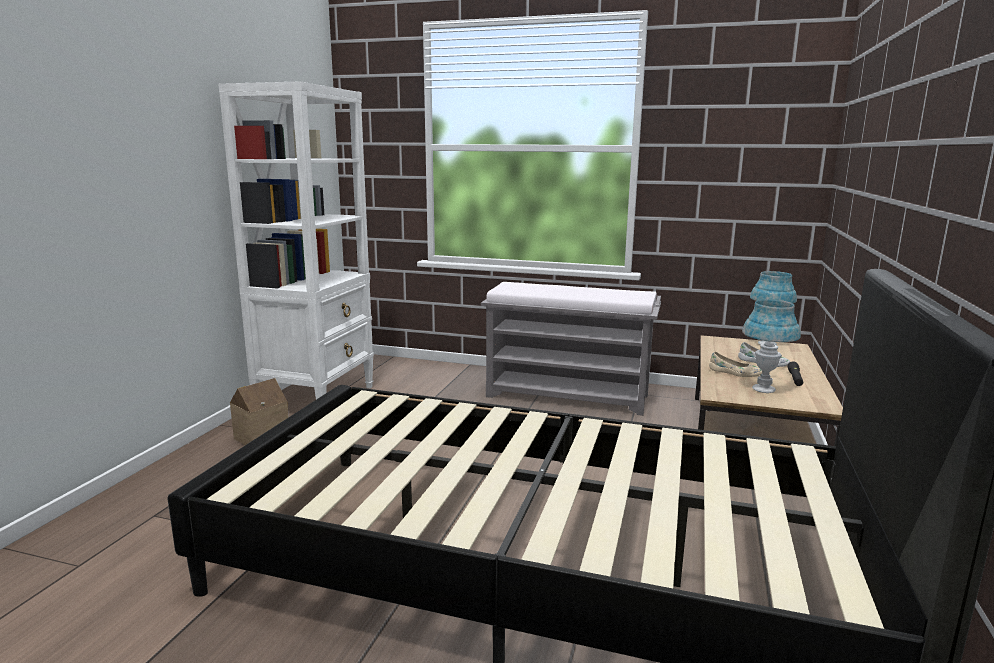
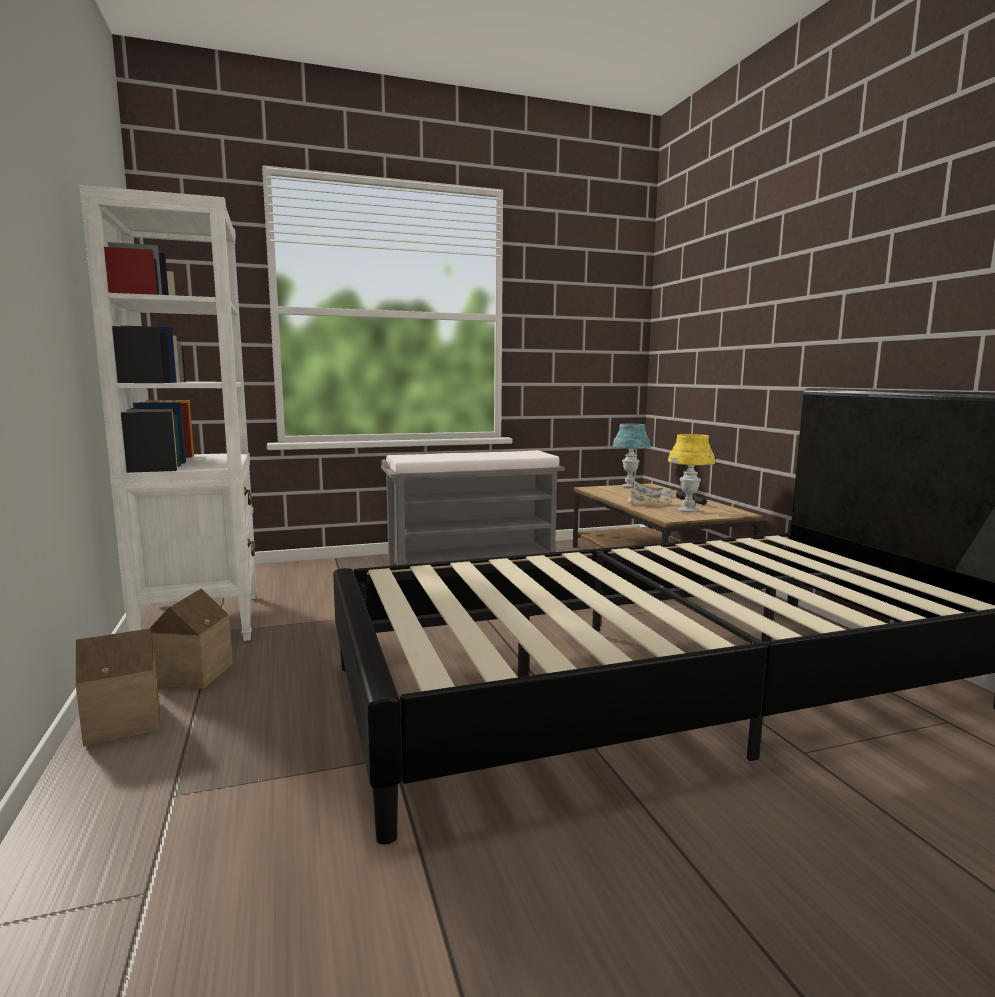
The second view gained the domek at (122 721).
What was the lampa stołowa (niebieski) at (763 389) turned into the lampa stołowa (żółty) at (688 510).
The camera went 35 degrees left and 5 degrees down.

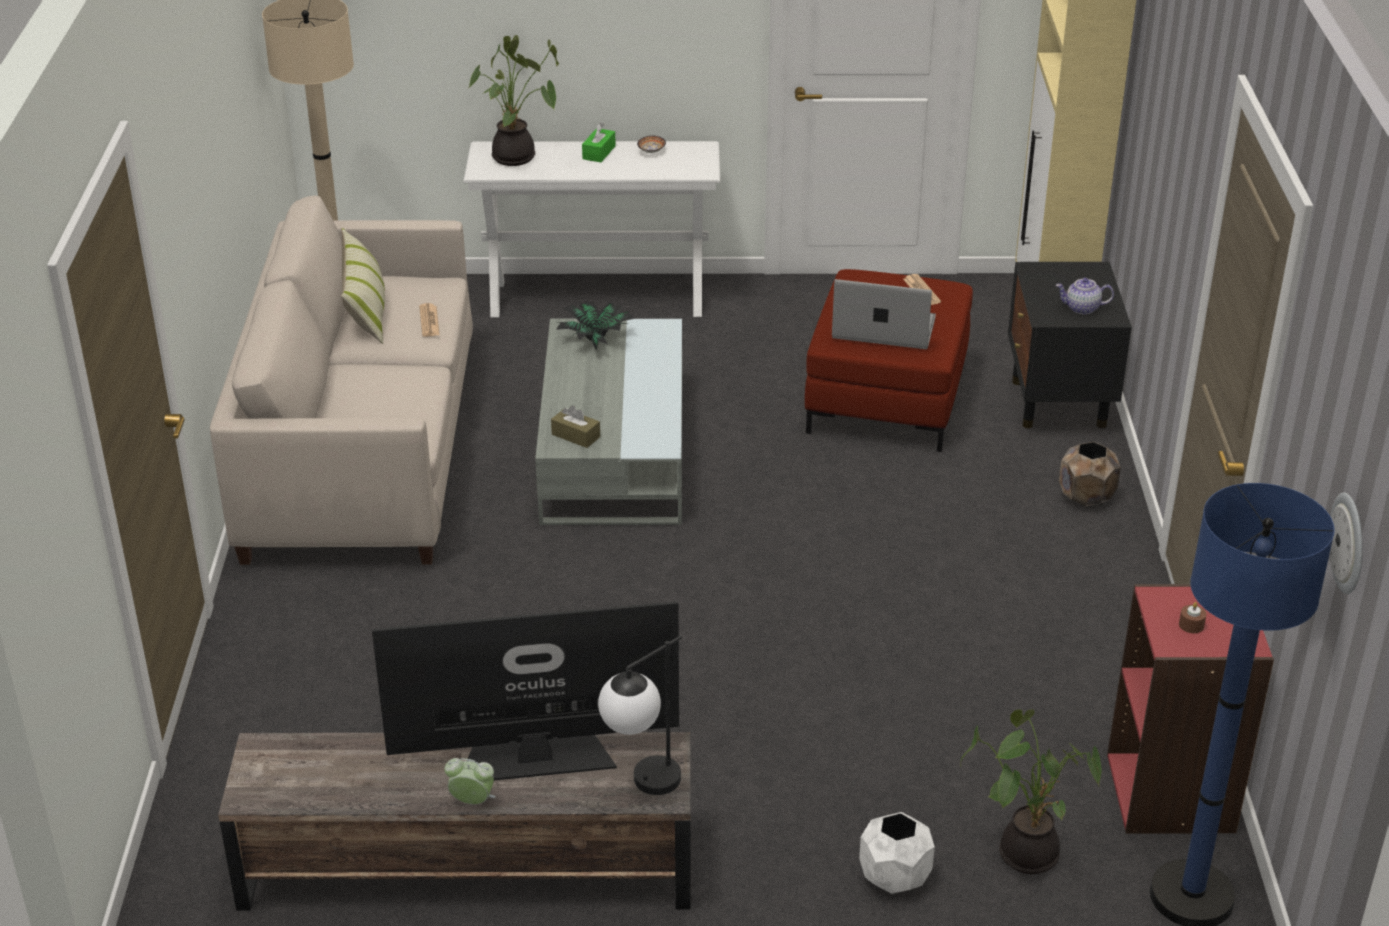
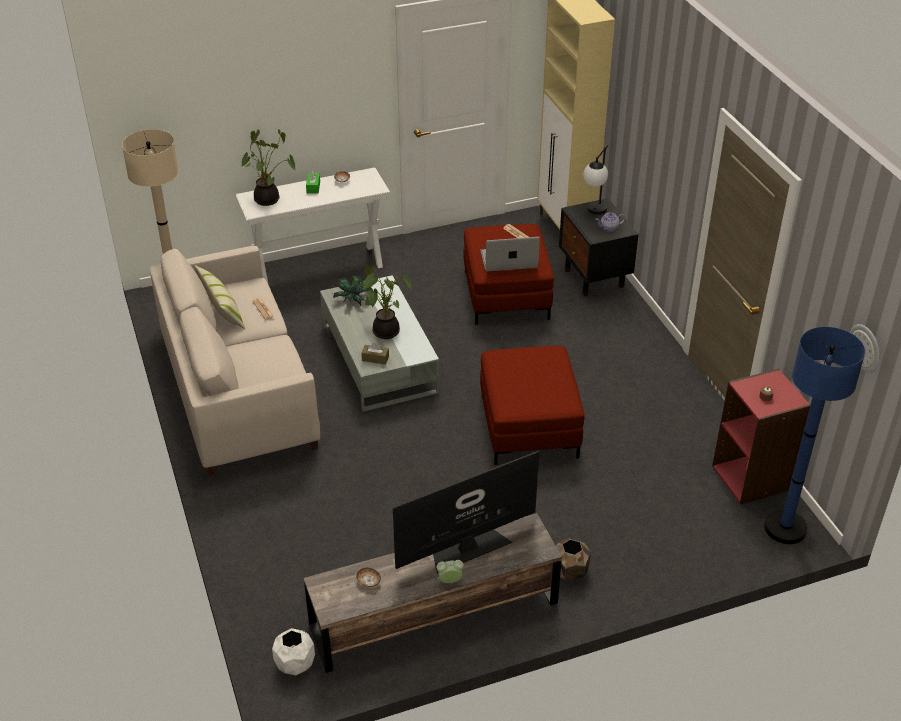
The donica (biały) ended up elsewhere, having gone from (893 878) to (294 664).
The roślina doniczkowa ended up elsewhere, having gone from (1025 851) to (384 330).
The second view gained the miska at (368 581).
The second view gained the pufa (czerwony) at (529 426).
The donica (brązowy) ended up elsewhere, having gone from (1086 497) to (570 572).
The lampa stołowa ended up elsewhere, having gone from (642 788) to (594 213).
The camera went 20 degrees left and 5 degrees up.

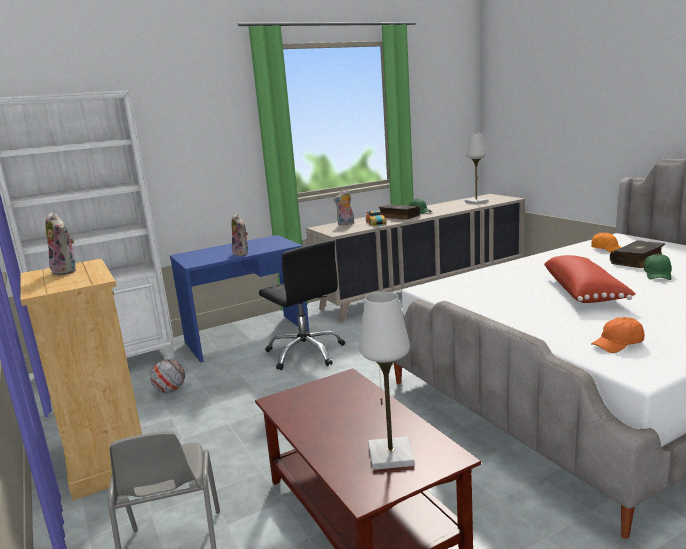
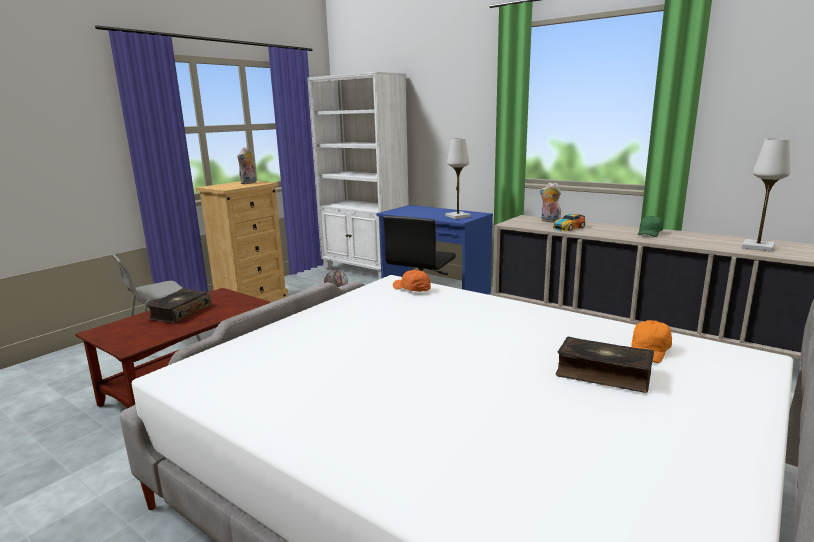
The książka ended up elsewhere, having gone from (398 217) to (180 312).
The czapka z daszkiem (pomarańczowy) ended up elsewhere, having gone from (618 344) to (411 289).
The lampa stołowa (biały) ended up elsewhere, having gone from (390 455) to (457 216).
The second view lost the pluszak at (242 253).
The second view lost the poduszka (czerwony) at (584 292).
The second view lost the czapka z daszkiem (zielony) at (658 275).
The camera went 65 degrees right and 0 degrees up.

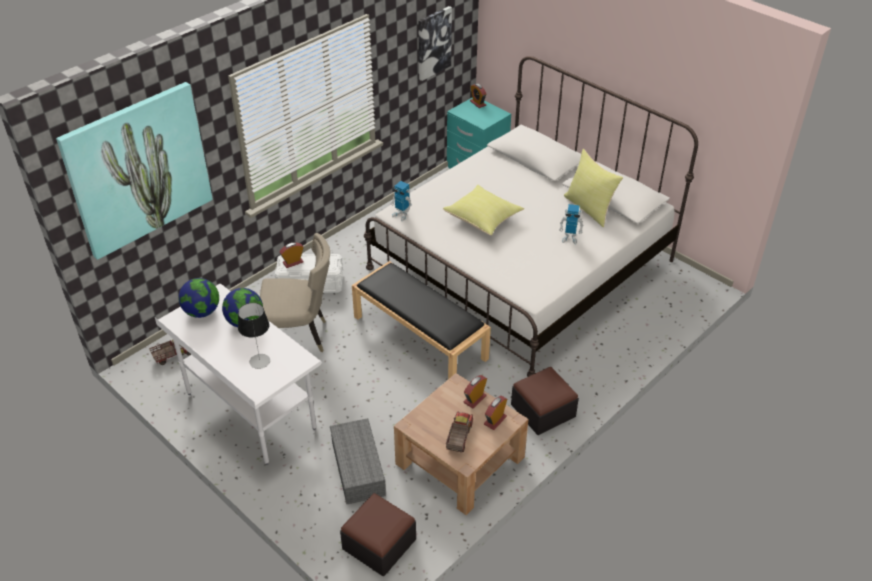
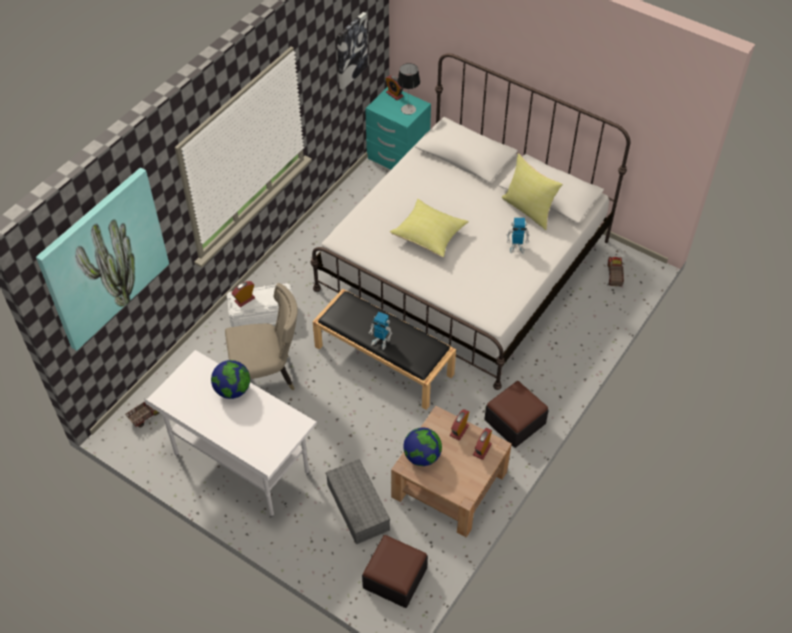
The robot zabawkowy ended up elsewhere, having gone from (401 215) to (380 341).
The lampa stołowa ended up elsewhere, having gone from (260 361) to (408 109).
The globus ended up elsewhere, having gone from (202 312) to (422 456).
The ciężarówka zabawkowa ended up elsewhere, having gone from (458 437) to (614 276).
The camera went 10 degrees left and 10 degrees up.

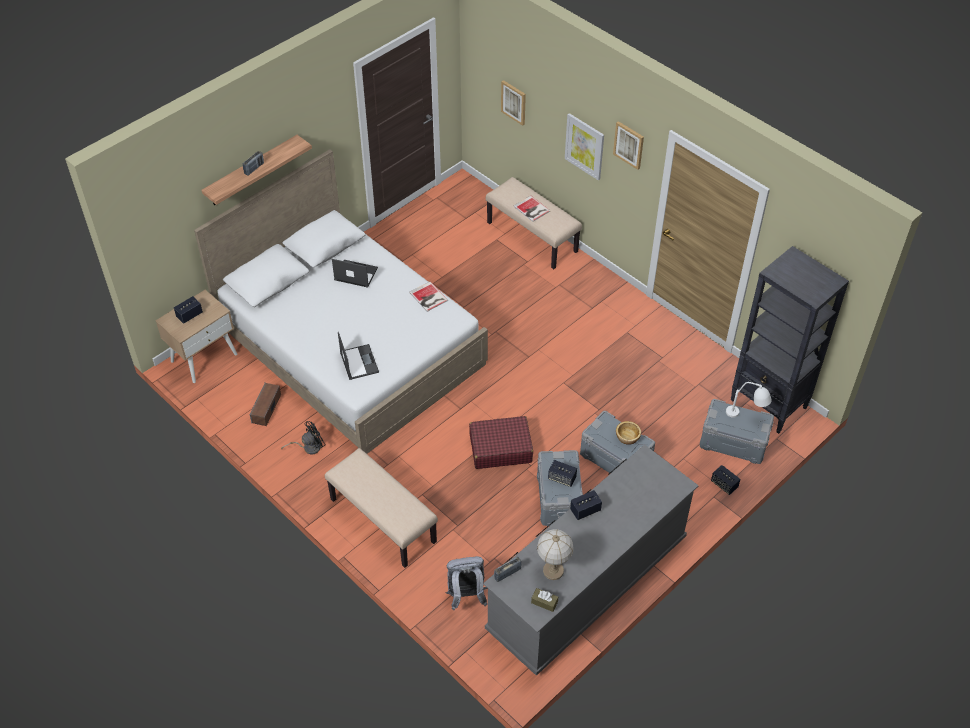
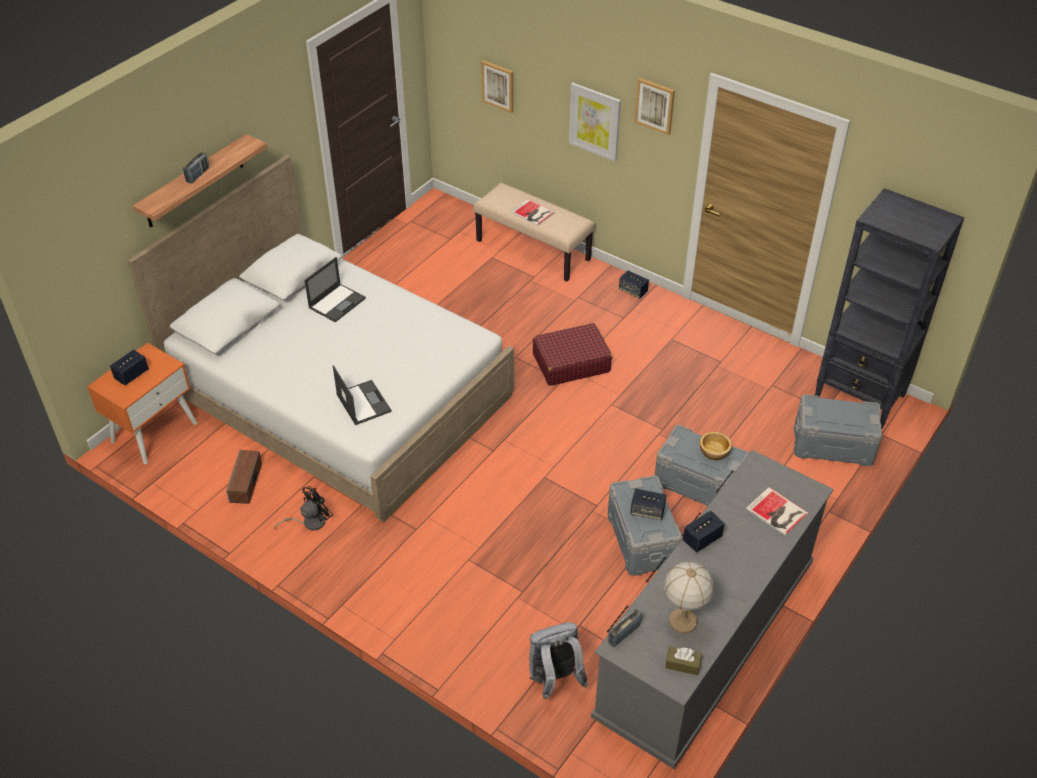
What was the szafka nocna (beżowy) at (204 357) turned into the szafka nocna (pomarańczowy) at (154 432).
The laptop at (355 274) ended up facing another way, 120 degrees clockwise from before.
The walizka (czerwony) ended up elsewhere, having gone from (500 448) to (571 363).
The głośnik ended up elsewhere, having gone from (724 484) to (633 291).
The książka ended up elsewhere, having gone from (428 297) to (777 512).
The second view lost the ławka (beżowy) at (382 521).
The second view lost the lampa stołowa (biały) at (746 417).
The camera went 10 degrees left and 5 degrees down.

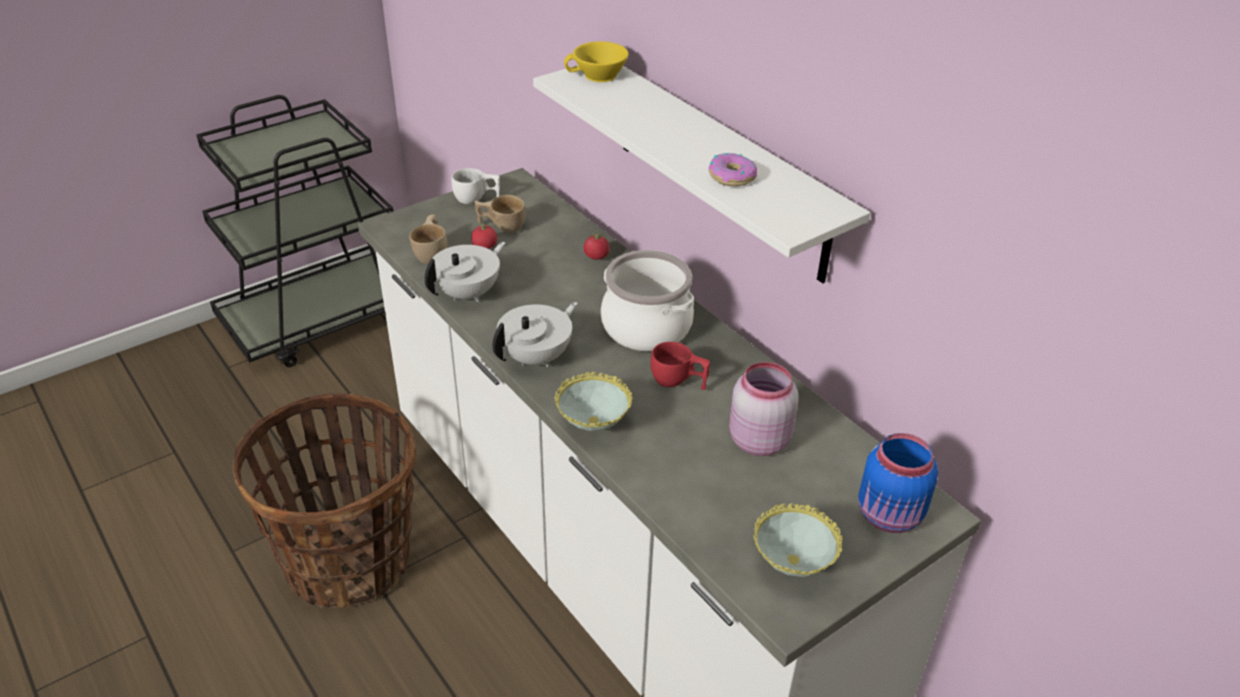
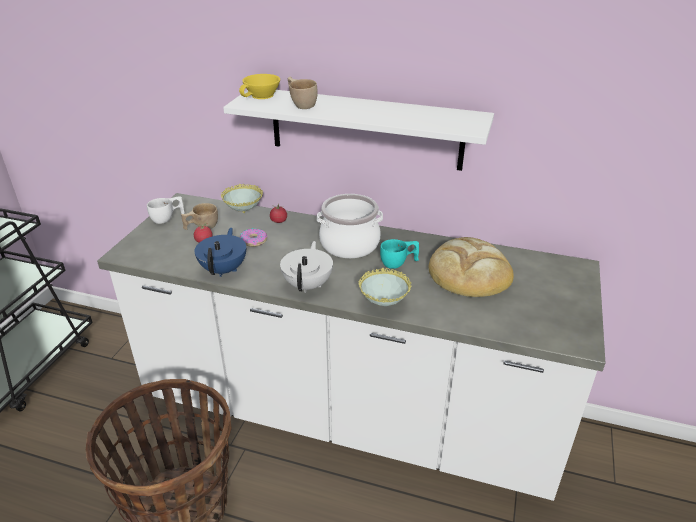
What was the imbryk (biały) at (468 293) turned into the imbryk (niebieski) at (224 269).
The miska ended up elsewhere, having gone from (792 567) to (244 213).
The donut ended up elsewhere, having gone from (732 176) to (253 241).
The filiżanka (beżowy) ended up elsewhere, having gone from (432 253) to (301 104).
What was the filiżanka (czerwony) at (678 382) turned into the filiżanka (turkusowy) at (399 263).
Where the słoik (różowy) stood at (757 440), the chleb came to stand at (469 272).
The second view lost the słoik (niebieski) at (890 516).
The camera went 35 degrees left and 5 degrees down.

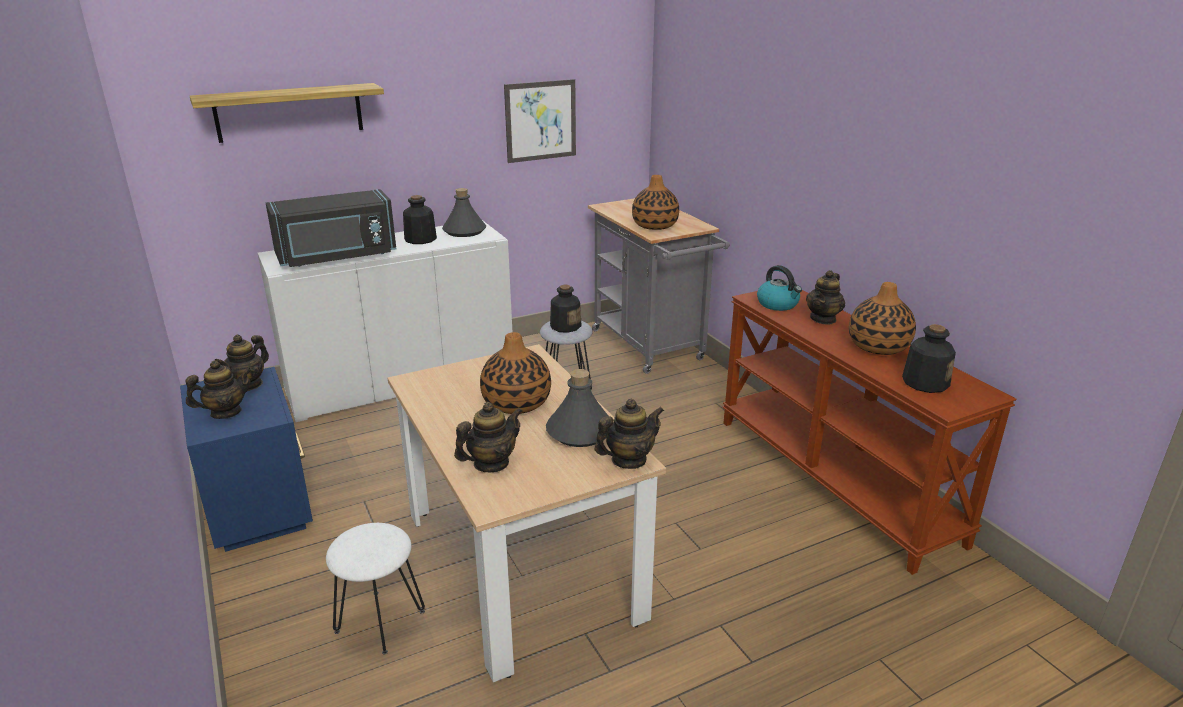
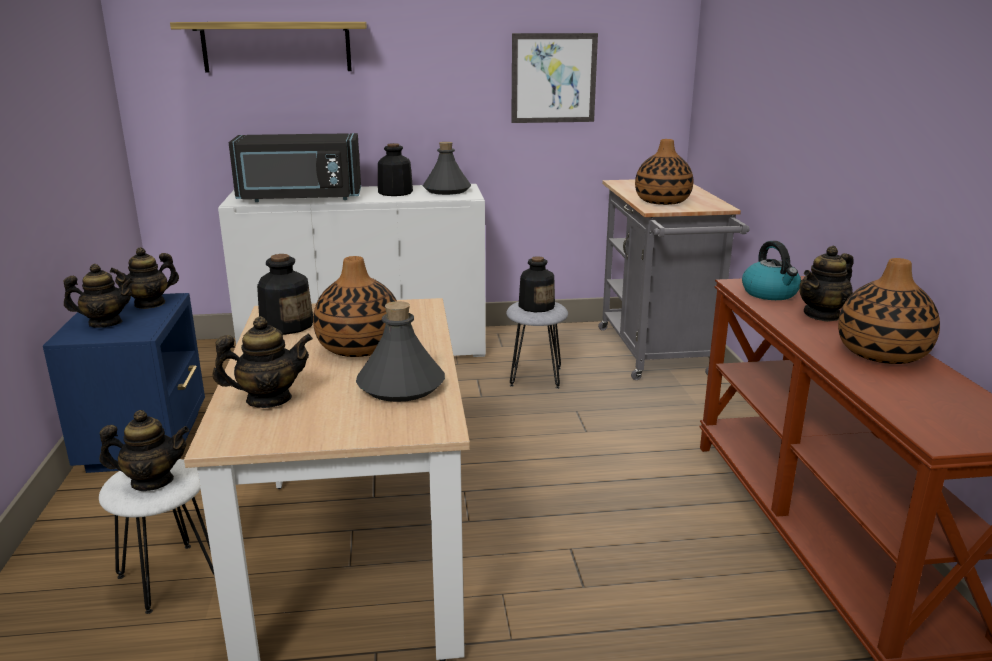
The imbryk ended up elsewhere, having gone from (628 460) to (152 481).
The butelka ended up elsewhere, having gone from (924 382) to (287 325).
The camera went 20 degrees right and 5 degrees down.

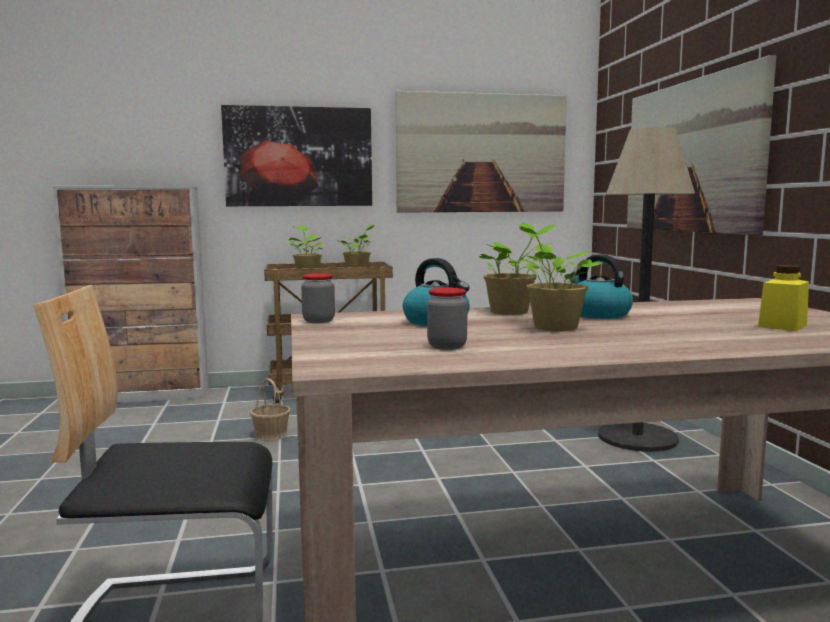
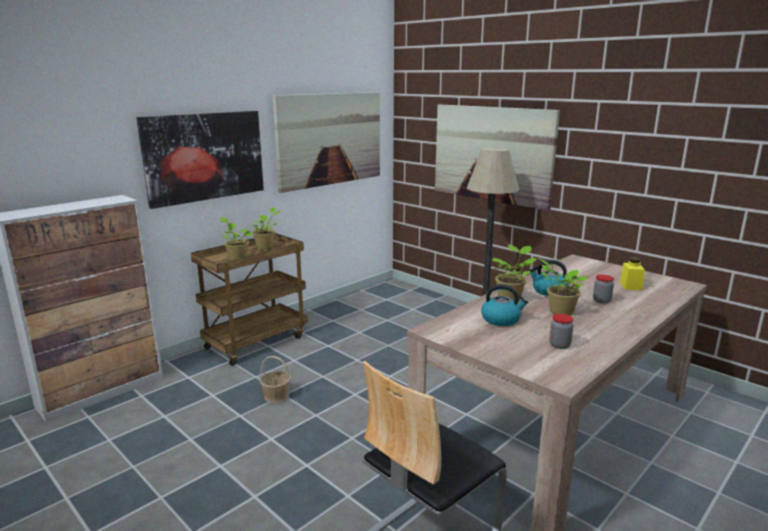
The słoik ended up elsewhere, having gone from (318 321) to (601 301).
The camera went 35 degrees left and 10 degrees up.

